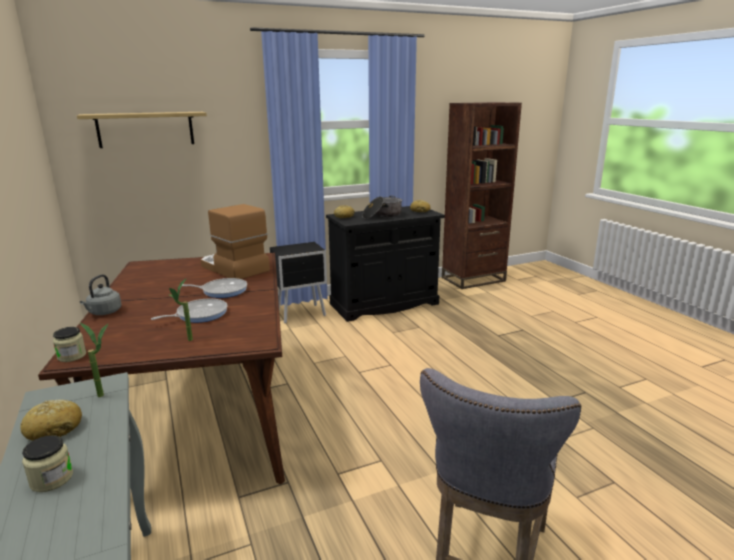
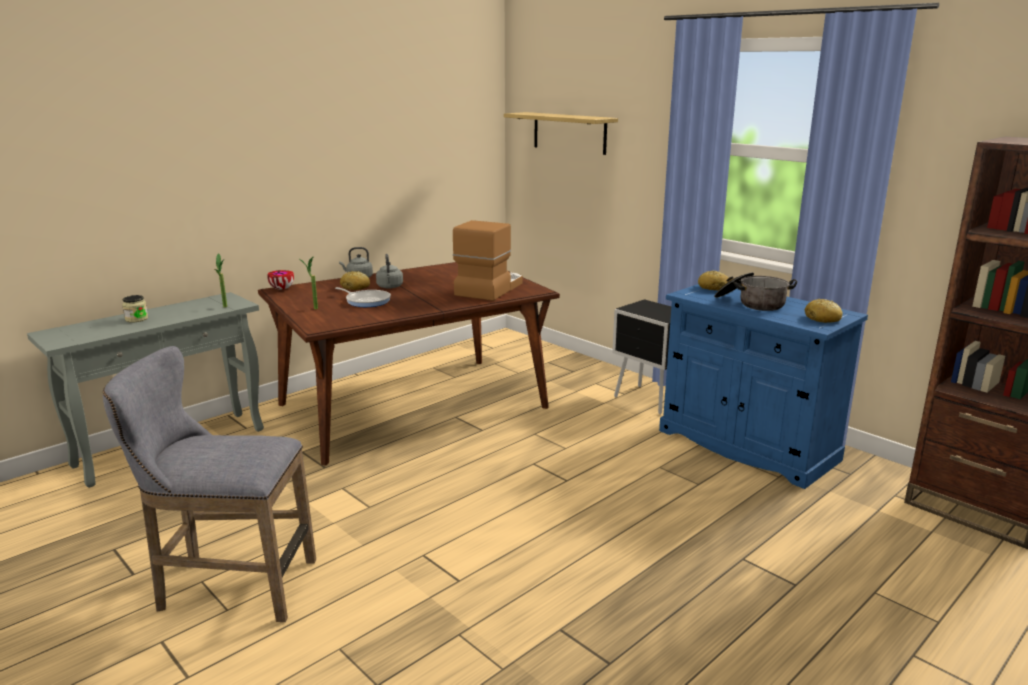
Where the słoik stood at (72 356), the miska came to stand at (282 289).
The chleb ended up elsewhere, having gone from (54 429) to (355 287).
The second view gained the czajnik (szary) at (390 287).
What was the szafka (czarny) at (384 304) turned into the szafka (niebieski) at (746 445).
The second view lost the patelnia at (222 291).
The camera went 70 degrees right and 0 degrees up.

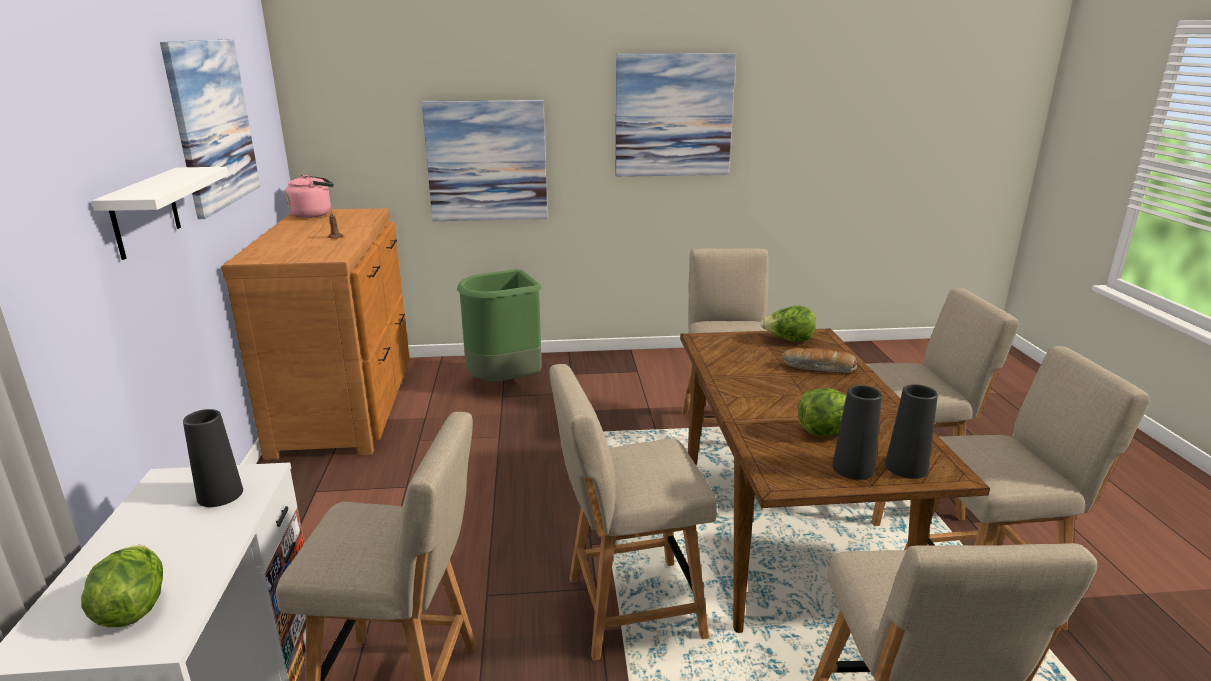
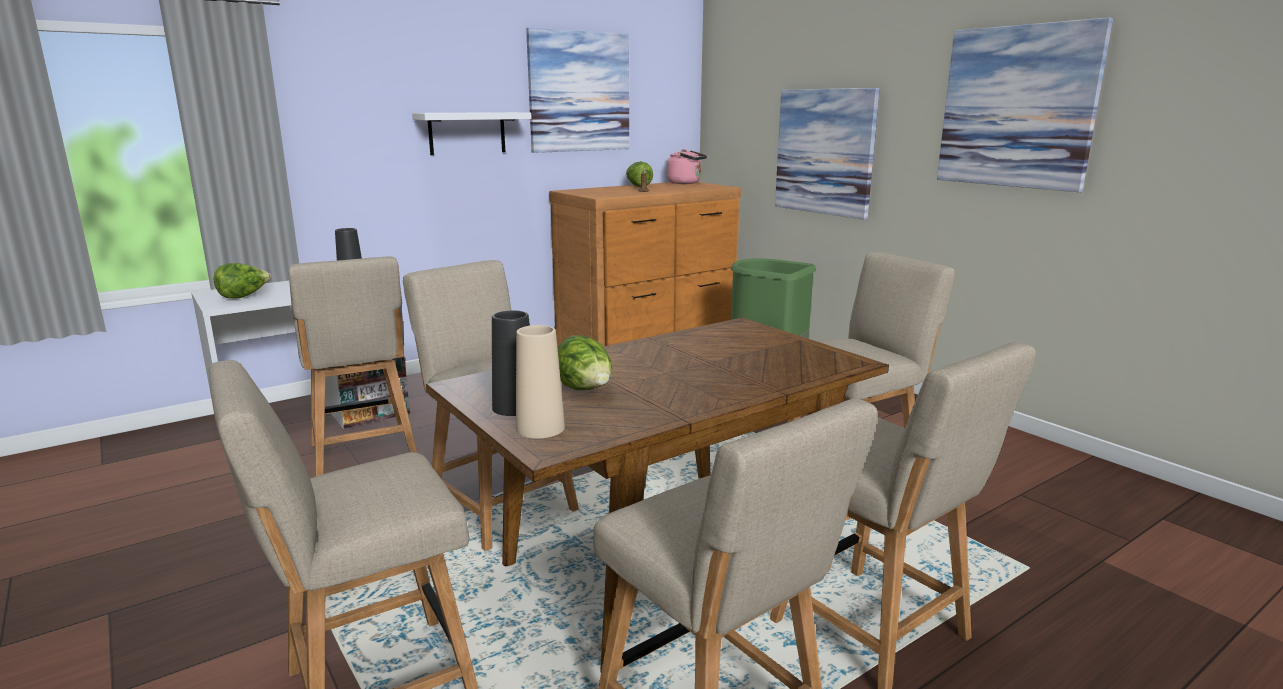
What was the wazon (czarny) at (906 467) turned into the wazon (beżowy) at (540 428).
The sałata ended up elsewhere, having gone from (788 340) to (638 186).
The second view lost the chleb at (818 368).
The camera went 60 degrees right and 5 degrees down.

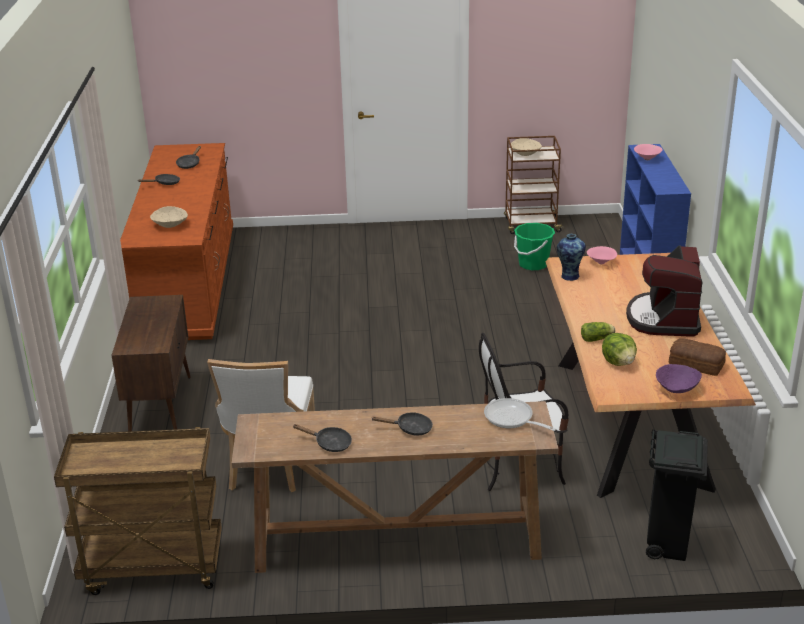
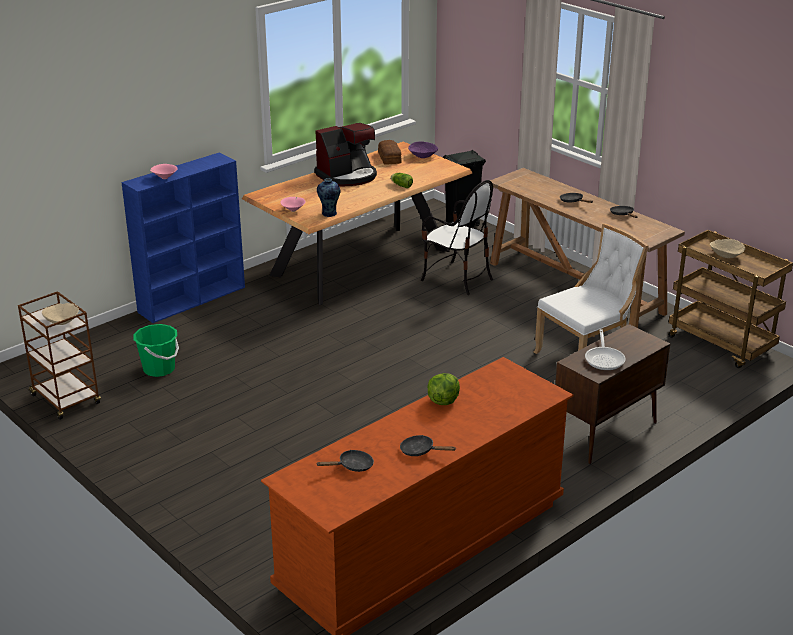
The sałata ended up elsewhere, having gone from (619 362) to (443 400).
The patelnia ended up elsewhere, having gone from (512 419) to (604 359).
The miska (beżowy) ended up elsewhere, having gone from (170 225) to (725 256).
The camera went 130 degrees left and 0 degrees up.

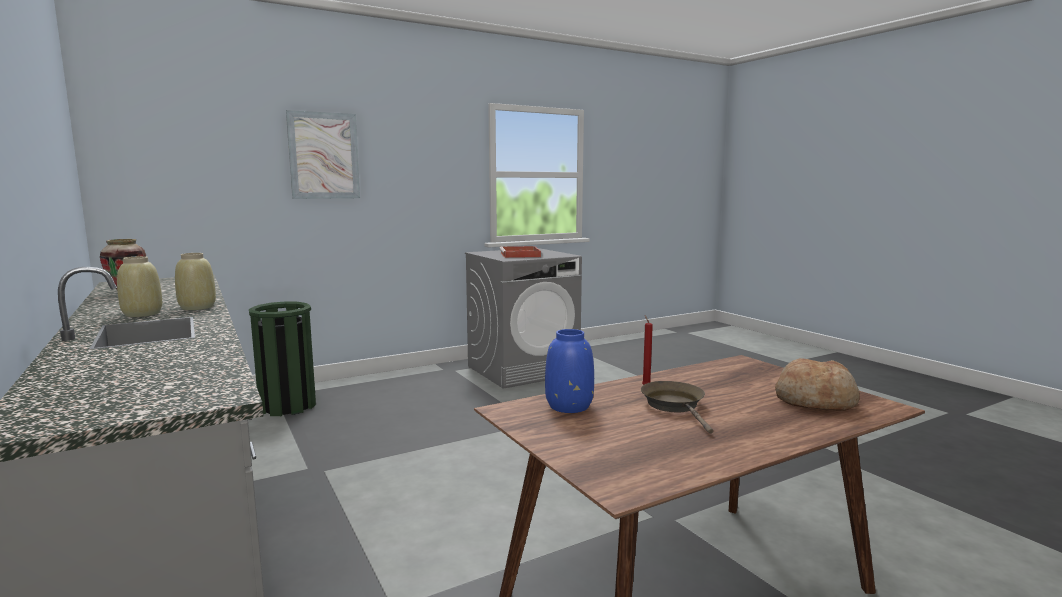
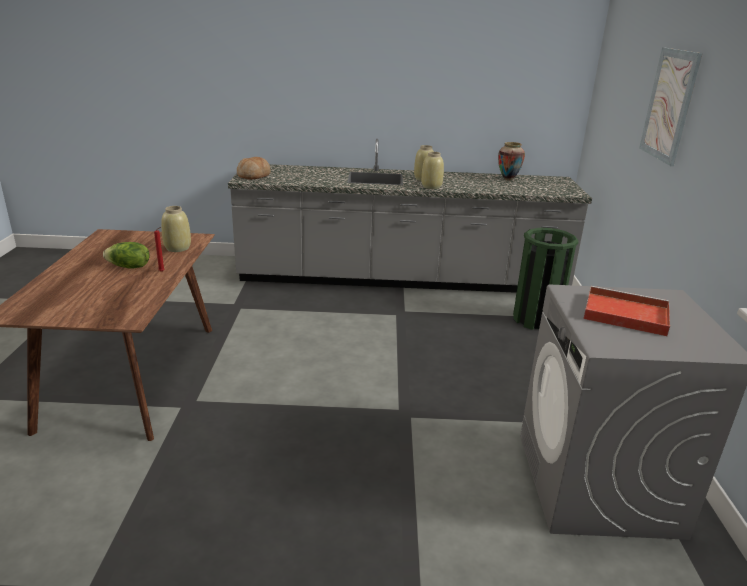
Where the patelnia (brązowy) stood at (675 406), the sałata came to stand at (129 267).
What was the wazon (niebieski) at (569 406) turned into the wazon (beżowy) at (178 248).
The chleb ended up elsewhere, having gone from (815 401) to (254 176).
The camera went 120 degrees right and 15 degrees up.

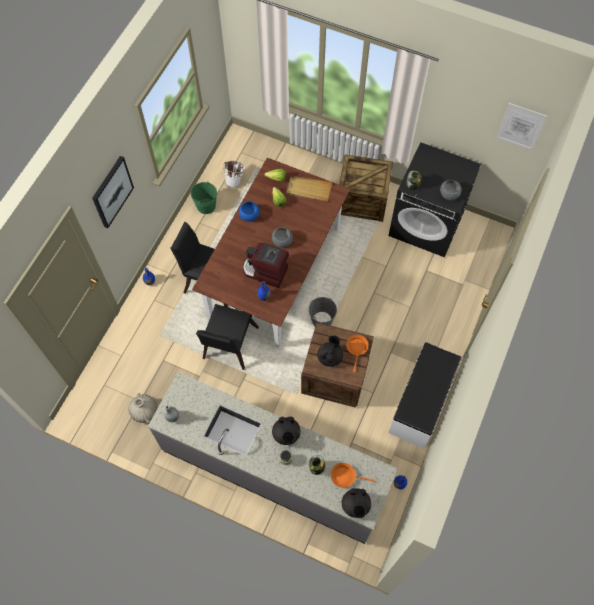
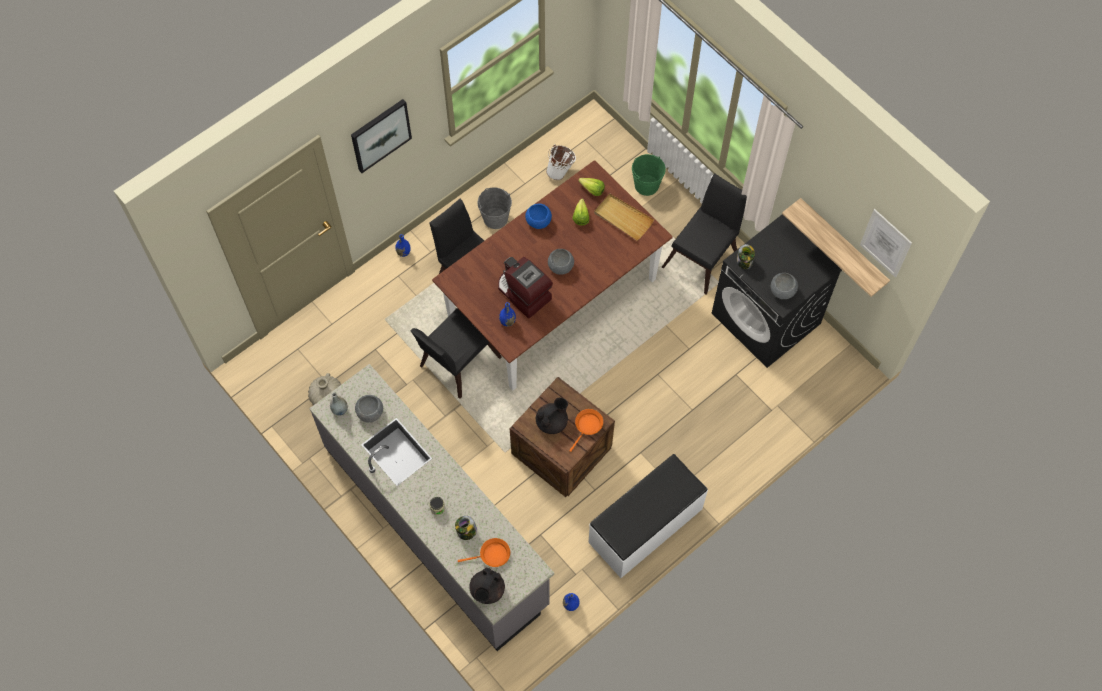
The second view gained the miska (szary) at (370 412).
The patelnia (pomarańczowy) at (345 476) ended up facing another way, 135 degrees clockwise from before.
The wiadro (szary) ended up elsewhere, having gone from (322 320) to (495 218).
The wiadro (zielony) ended up elsewhere, having gone from (206 206) to (646 185).
Where the skrzynka stood at (362 199), the krzesło (czarny) came to stand at (703 256).
The second view gained the półka at (842 245).
The second view lost the imbryk (czarny) at (286 434).
The camera went 25 degrees right and 0 degrees up.

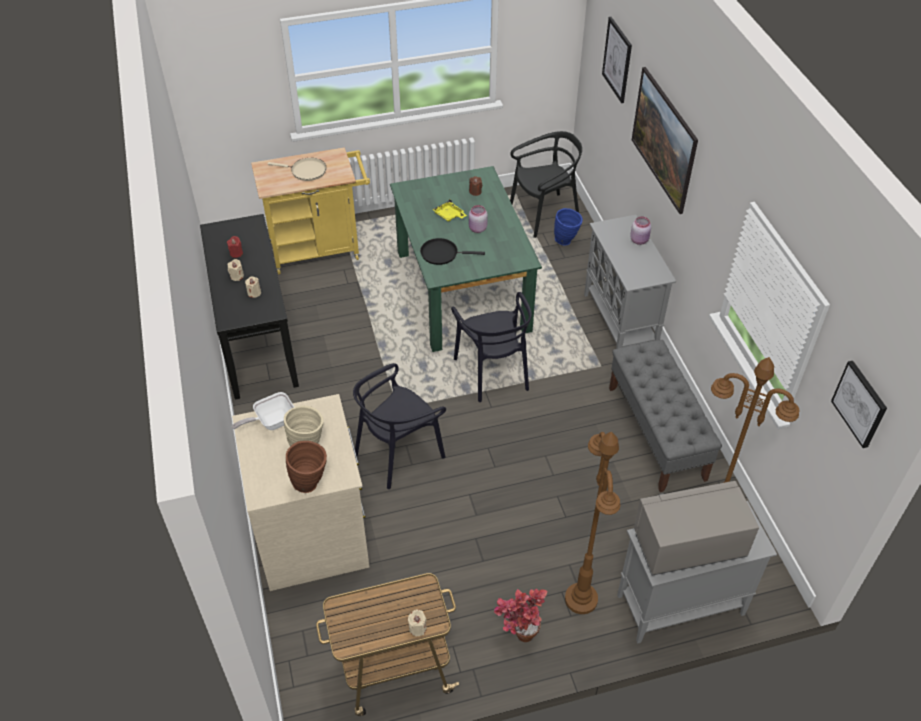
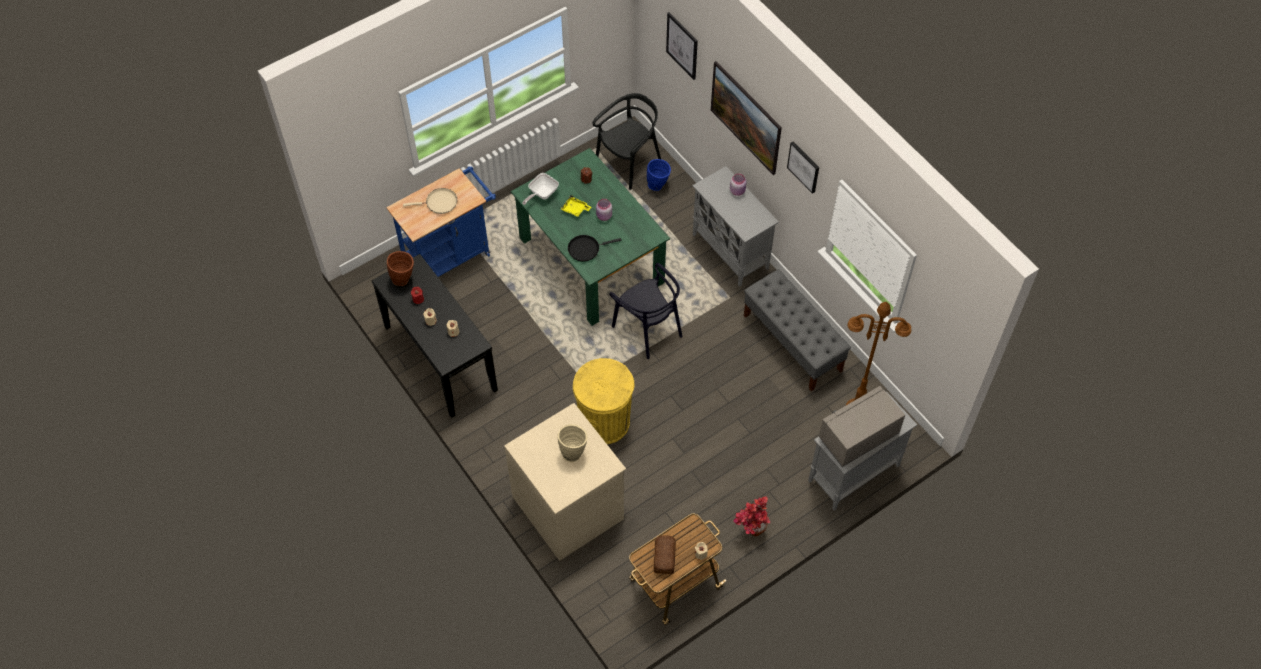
What was the wózek (żółty) at (320 249) turned into the wózek (niebieski) at (451 255).
The wazon (brązowy) ended up elsewhere, having gone from (311 483) to (404 279).
The patelnia ended up elsewhere, having gone from (272 422) to (541 194).
Where the krzesło (czarny) stood at (398 453), the kosz na śmieci (żółty) came to stand at (604 422).
The second view gained the chleb at (663 558).
The obraz ended up elsewhere, having gone from (860 403) to (804 166).
The second view lost the lampa stojąca (brązowy) at (581 599).
The camera went 20 degrees left and 10 degrees up.

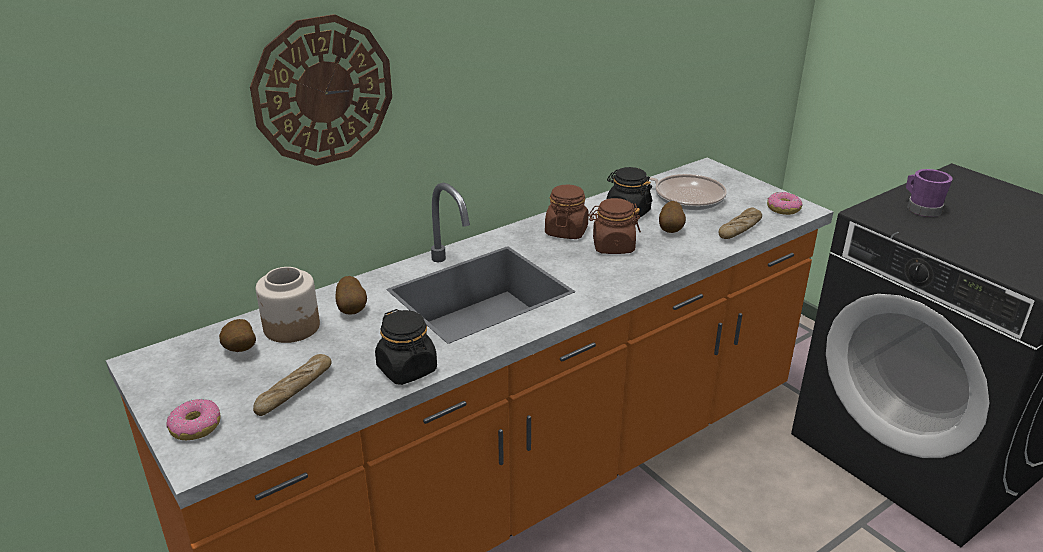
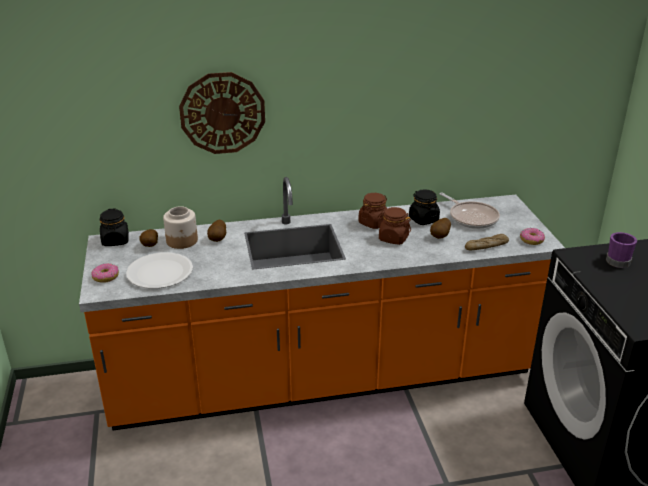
The słoik (czarny) ended up elsewhere, having gone from (407 369) to (115 241).
Where the chleb stood at (294 391), the talerz (biały) came to stand at (160 272).
The camera went 25 degrees right and 0 degrees up.

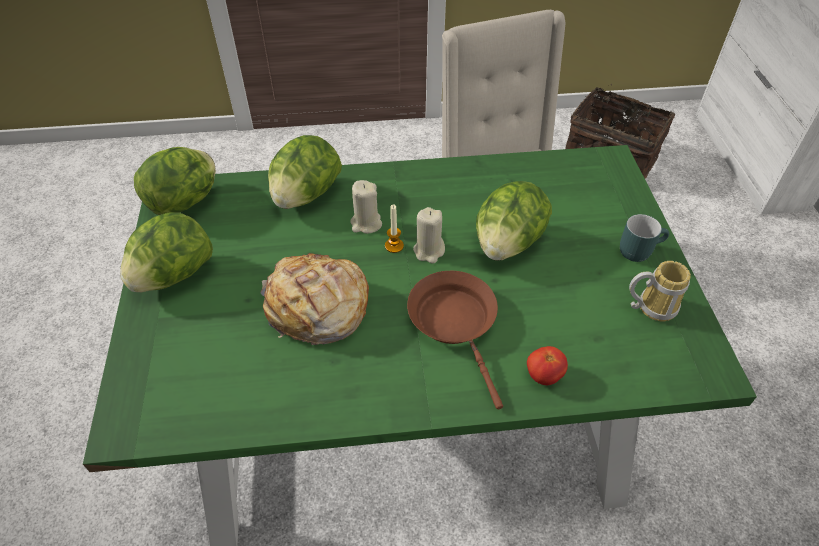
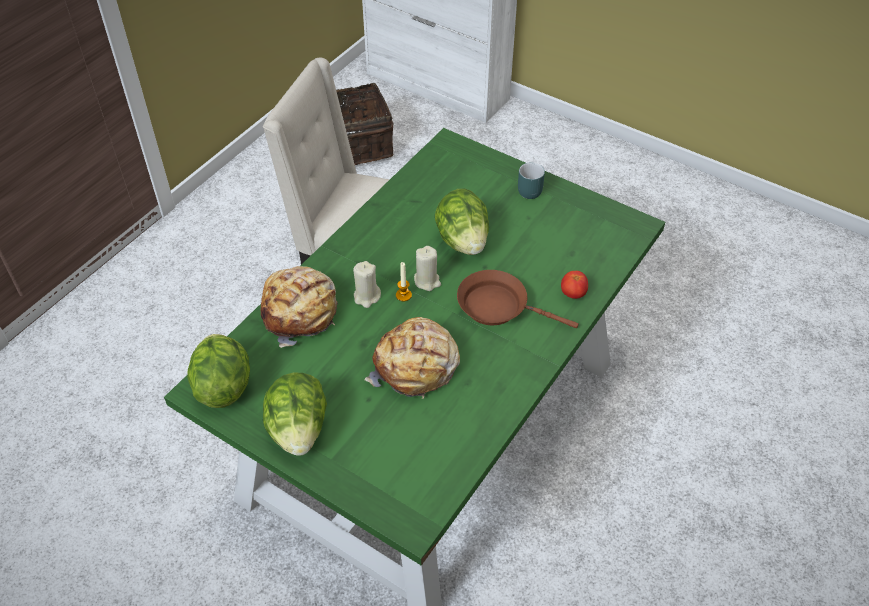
Where the sałata stood at (306 195), the chleb came to stand at (301 312).
The second view lost the kubek at (650 306).
The camera went 50 degrees left and 0 degrees up.

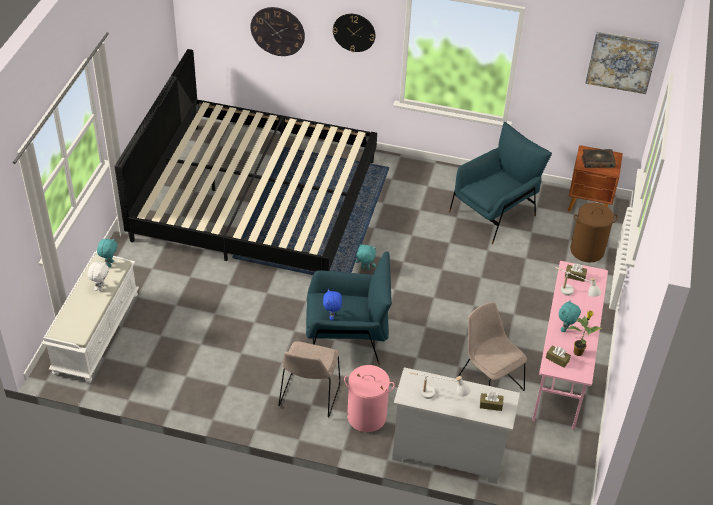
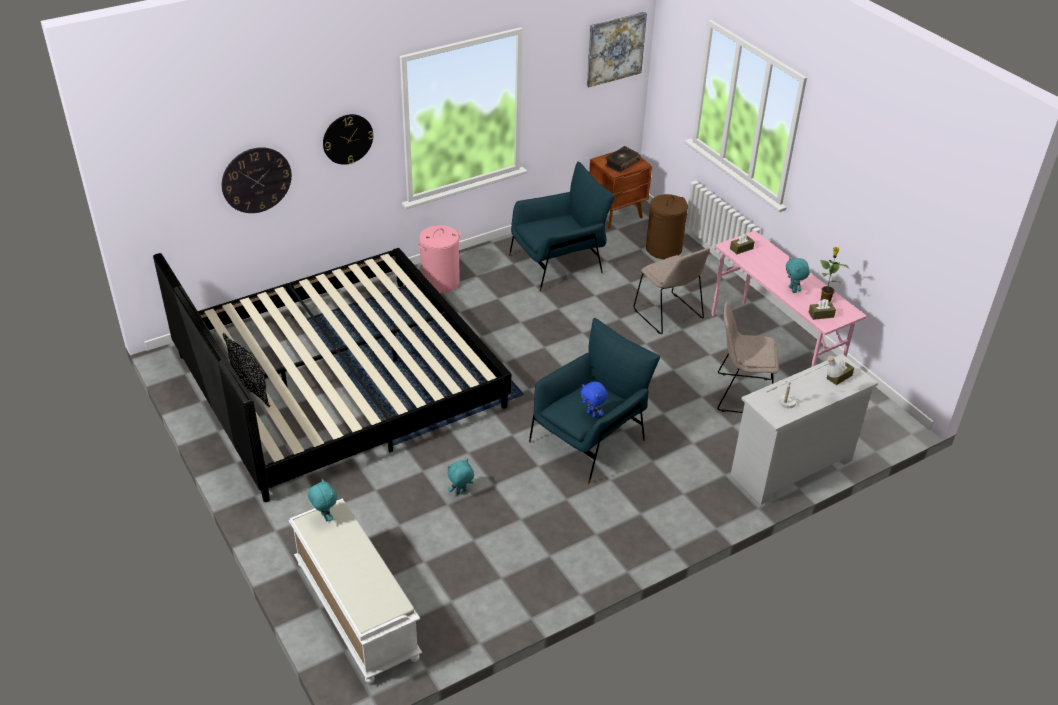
The second view gained the poduszka (czarny) at (250 385).
The kosz na pranie (różowy) ended up elsewhere, having gone from (367 416) to (440 282).
The pluszak (turkusowy) ended up elsewhere, having gone from (365 268) to (460 492).
The fotel (niebieski) at (494 212) ended up facing another way, 60 degrees clockwise from before.
The krzesło (beżowy) ended up elsewhere, having gone from (309 396) to (669 315).
The second view lost the pluszak (biały) at (101 287).
The second view lost the lampa stołowa (biały) at (573 297).
The camera went 45 degrees left and 5 degrees down.

